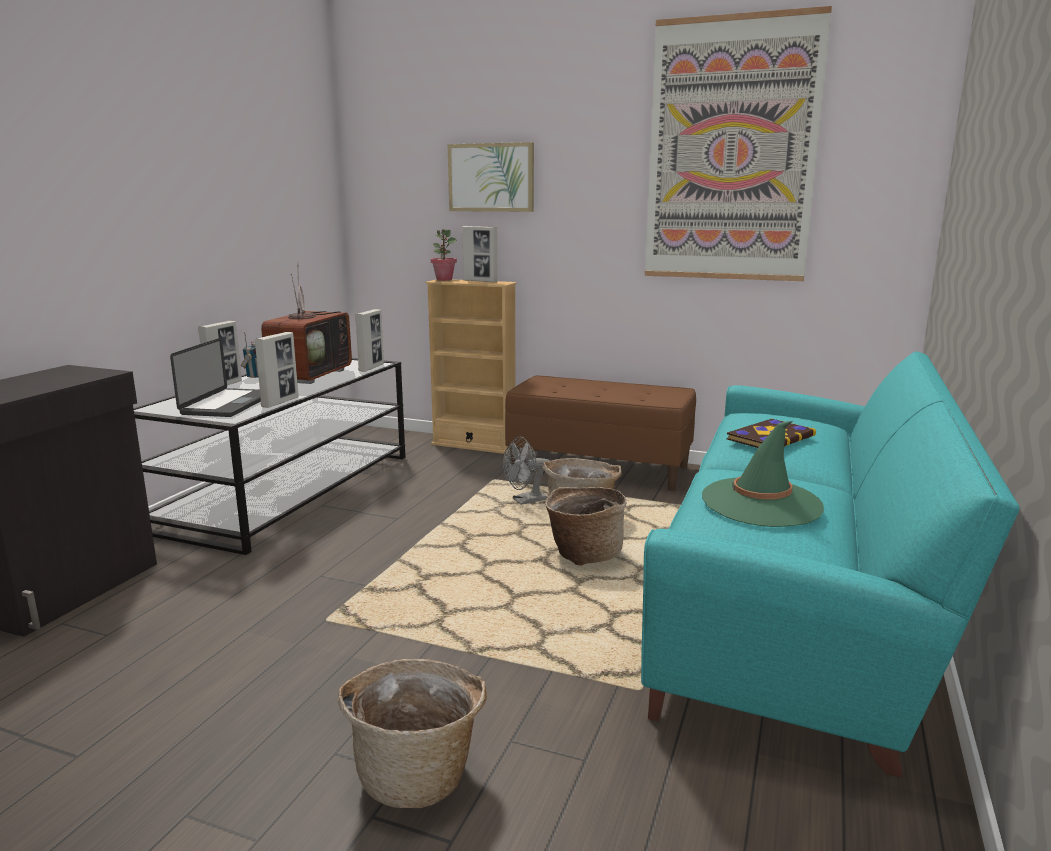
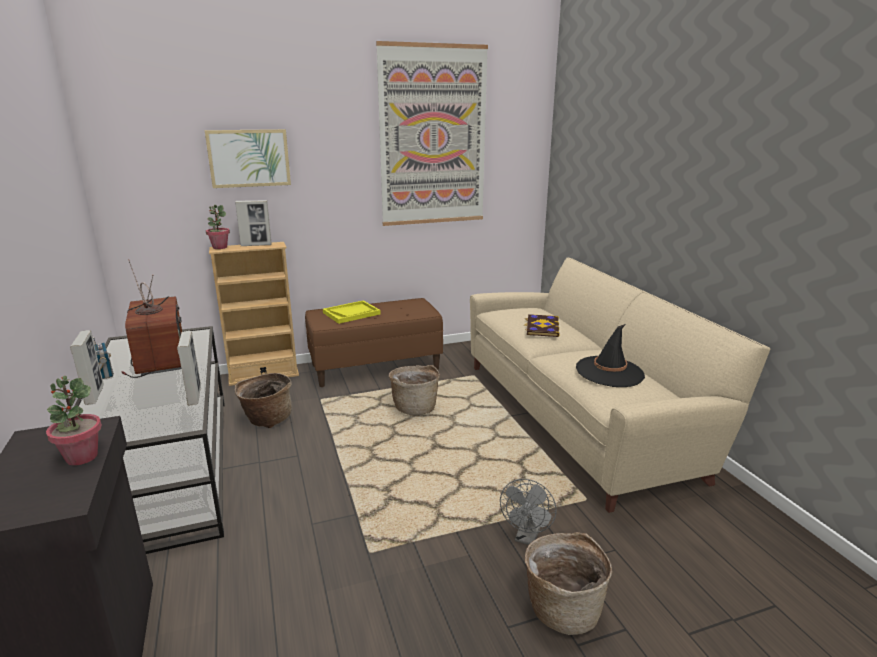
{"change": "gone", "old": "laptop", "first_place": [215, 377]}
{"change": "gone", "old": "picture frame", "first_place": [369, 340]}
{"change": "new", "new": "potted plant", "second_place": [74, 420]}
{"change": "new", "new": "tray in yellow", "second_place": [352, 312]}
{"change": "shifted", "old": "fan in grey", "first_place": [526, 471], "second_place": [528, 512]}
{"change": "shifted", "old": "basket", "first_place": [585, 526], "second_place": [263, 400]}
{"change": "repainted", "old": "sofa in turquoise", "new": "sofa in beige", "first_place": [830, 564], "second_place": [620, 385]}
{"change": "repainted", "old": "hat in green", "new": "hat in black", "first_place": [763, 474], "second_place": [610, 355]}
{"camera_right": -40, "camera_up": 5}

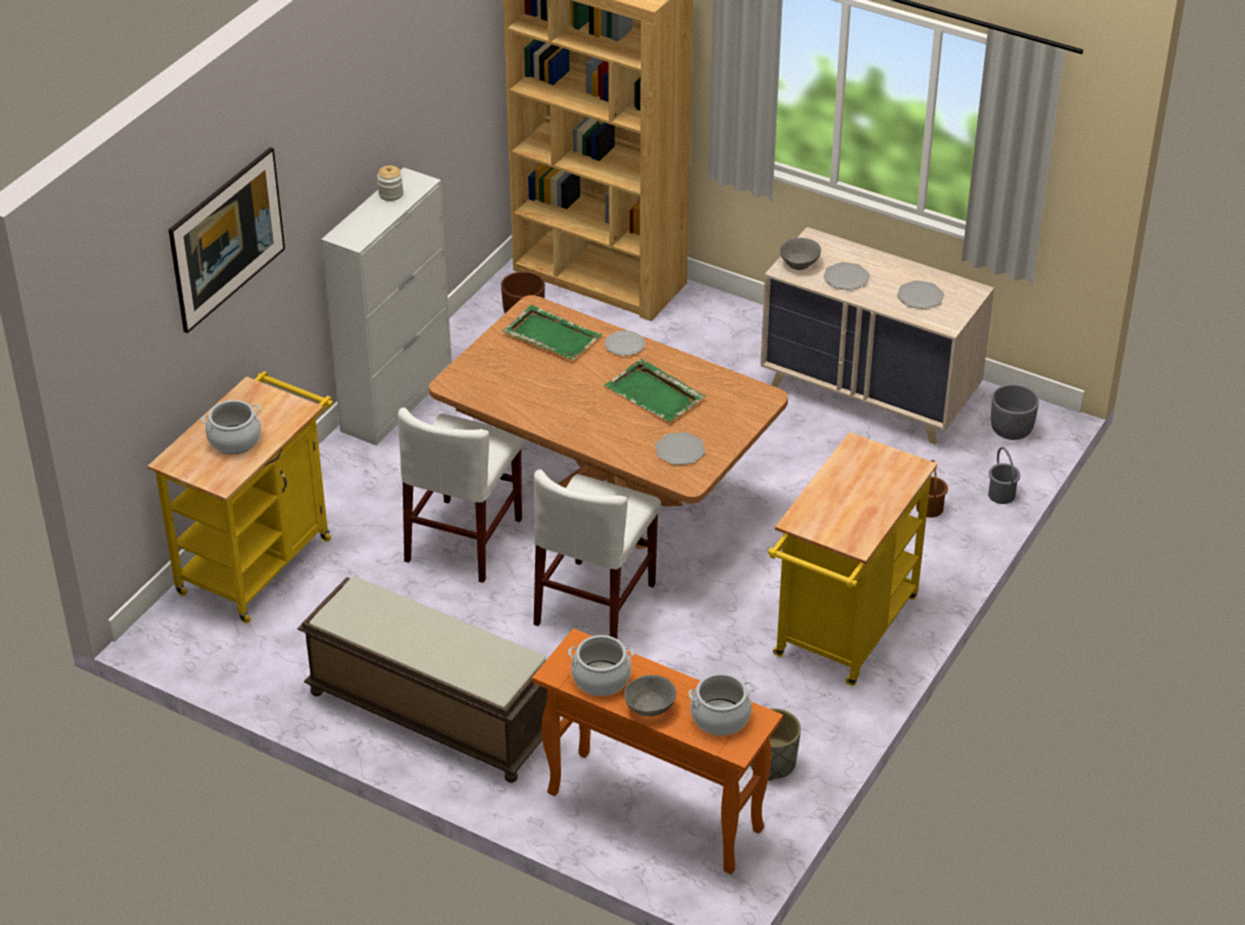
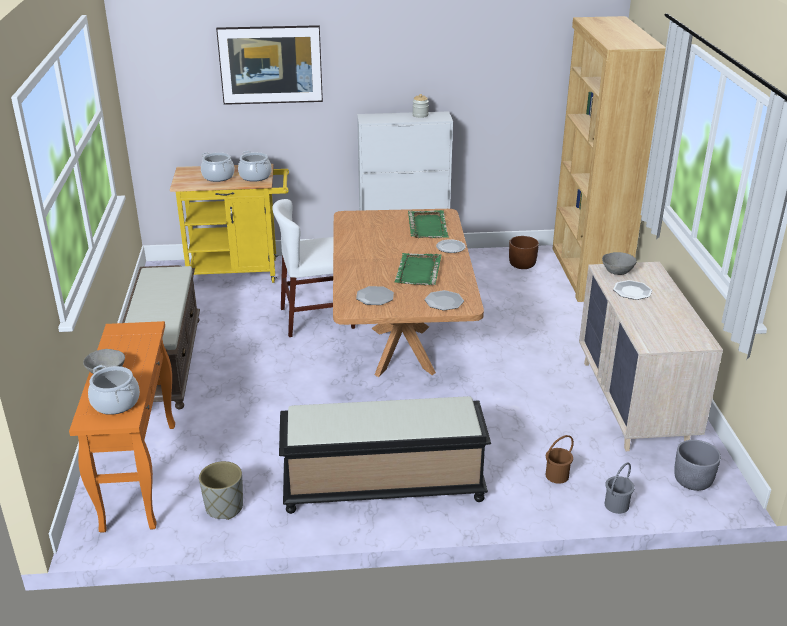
{"change": "gone", "old": "chair in white", "first_place": [597, 554]}
{"change": "shifted", "old": "cooking pot", "first_place": [601, 665], "second_place": [255, 166]}
{"change": "shifted", "old": "plate", "first_place": [920, 294], "second_place": [444, 300]}
{"change": "swapped", "old": "cart in yellow", "new": "bench in black", "first_place": [852, 559], "second_place": [385, 455]}
{"camera_right": 55, "camera_up": -10}

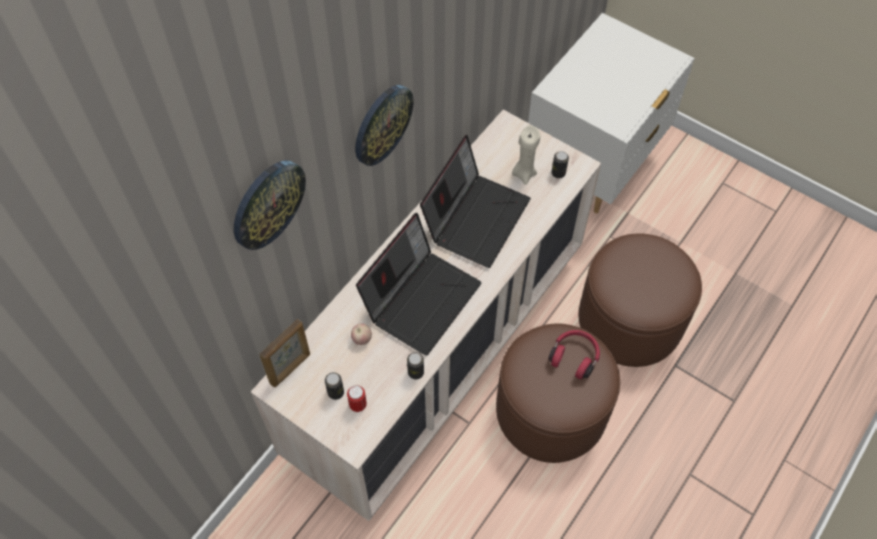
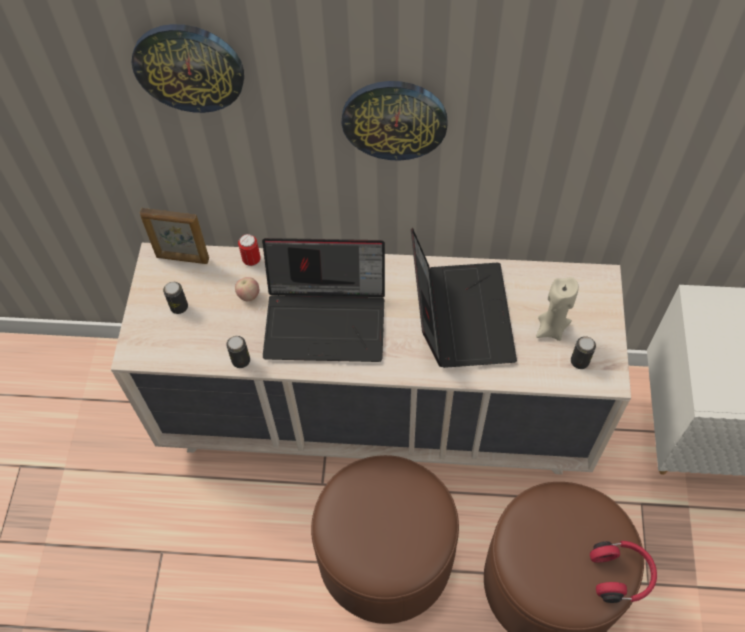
{"change": "shifted", "old": "can", "first_place": [357, 398], "second_place": [249, 250]}
{"change": "shifted", "old": "headphones in red", "first_place": [574, 354], "second_place": [623, 572]}
{"change": "rotated", "old": "laptop", "first_place": [475, 201], "second_place": [464, 298], "degrees": -90}
{"camera_right": 60, "camera_up": 0}

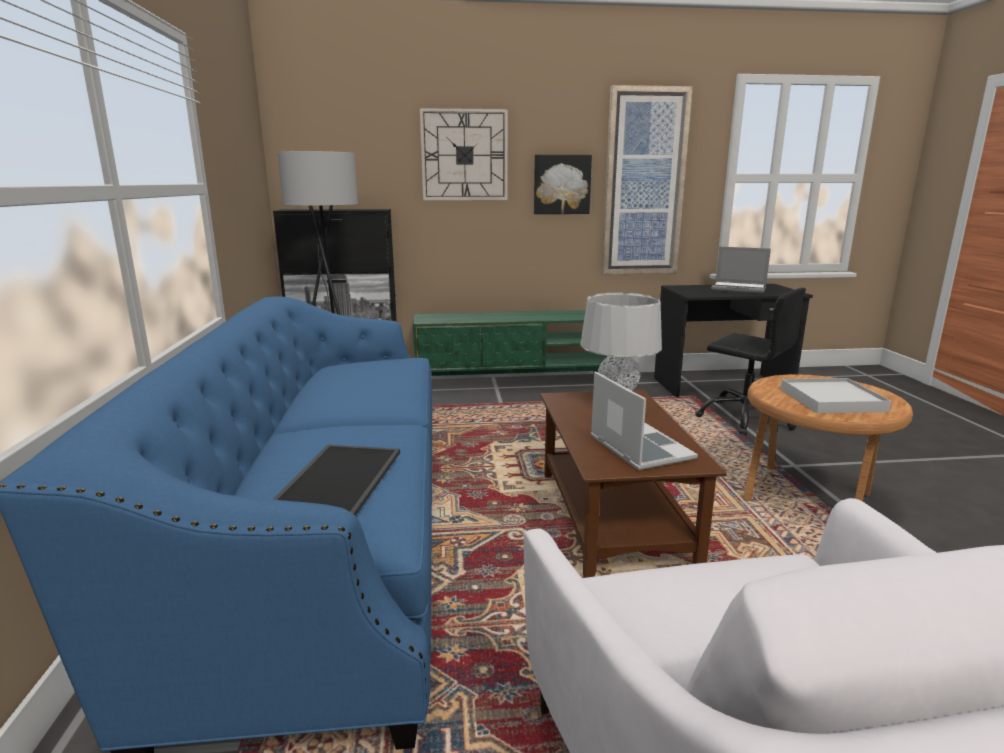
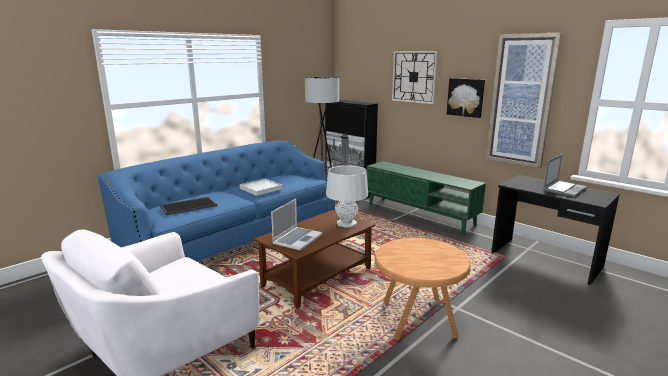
{"change": "gone", "old": "office chair in black", "first_place": [750, 361]}
{"change": "shifted", "old": "tray in white", "first_place": [836, 395], "second_place": [261, 187]}
{"change": "rotated", "old": "laptop", "first_place": [741, 270], "second_place": [565, 175], "degrees": -120}
{"camera_right": 50, "camera_up": 0}

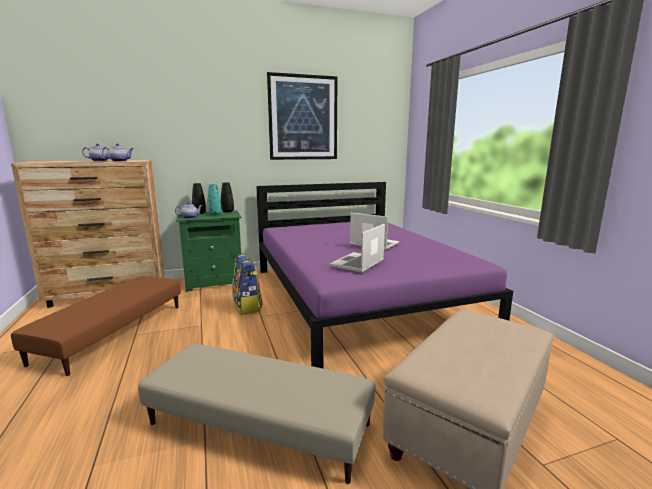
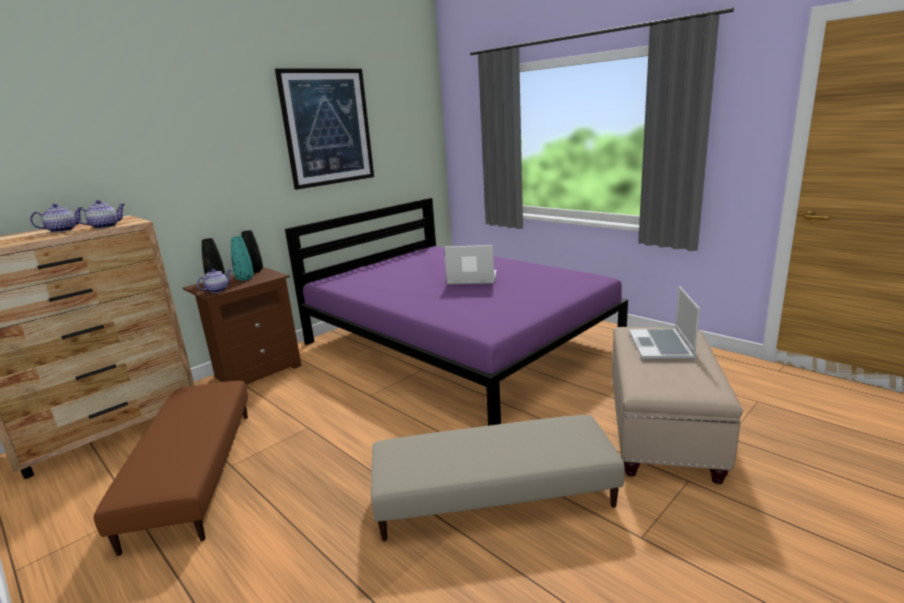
{"change": "gone", "old": "backpack", "first_place": [247, 284]}
{"change": "shifted", "old": "laptop", "first_place": [357, 248], "second_place": [664, 322]}
{"change": "repainted", "old": "nightstand in green", "new": "nightstand in brown", "first_place": [208, 251], "second_place": [242, 326]}
{"camera_right": -25, "camera_up": 5}

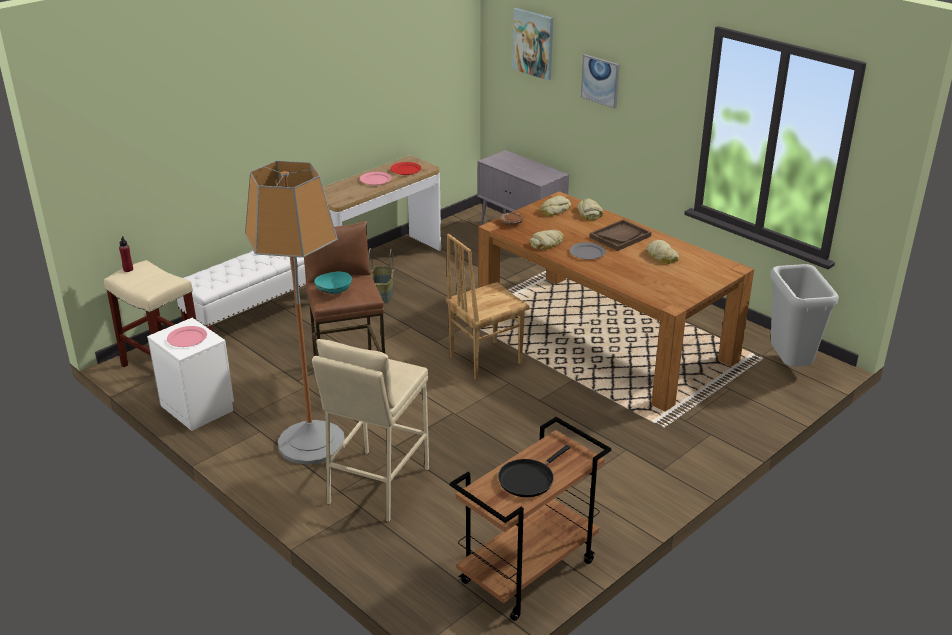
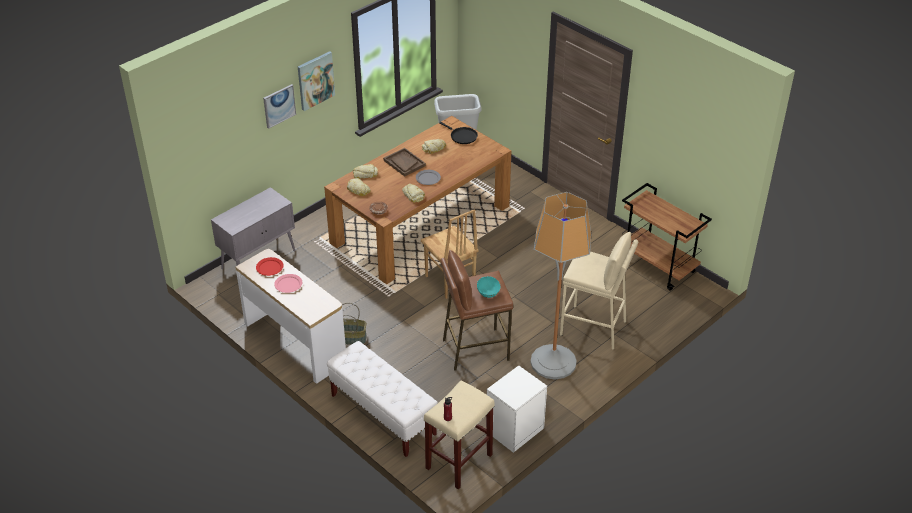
{"change": "gone", "old": "plate in pink", "first_place": [187, 336]}
{"change": "shifted", "old": "frying pan in black", "first_place": [534, 471], "second_place": [458, 133]}
{"change": "shifted", "old": "picture", "first_place": [532, 44], "second_place": [316, 81]}
{"camera_right": -90, "camera_up": 10}

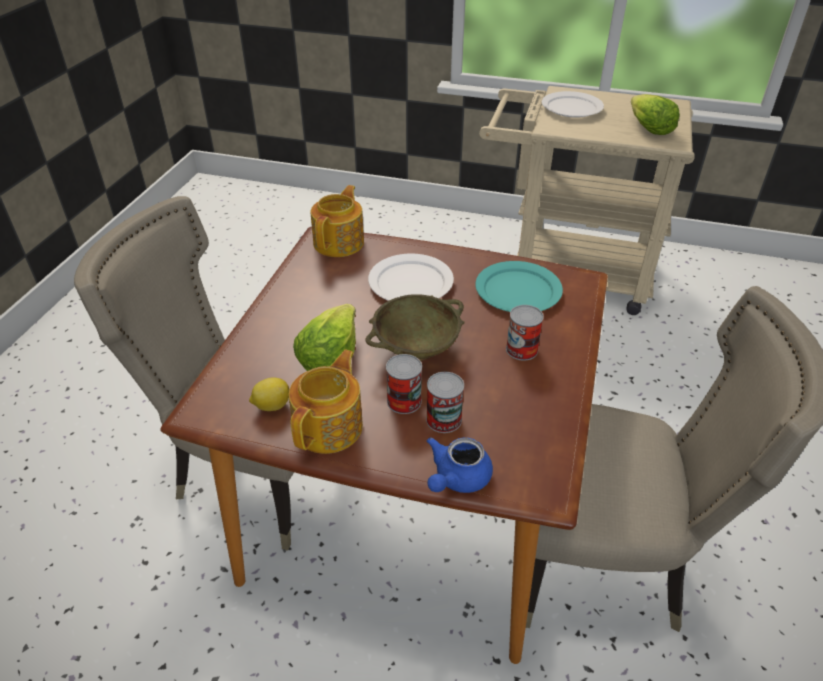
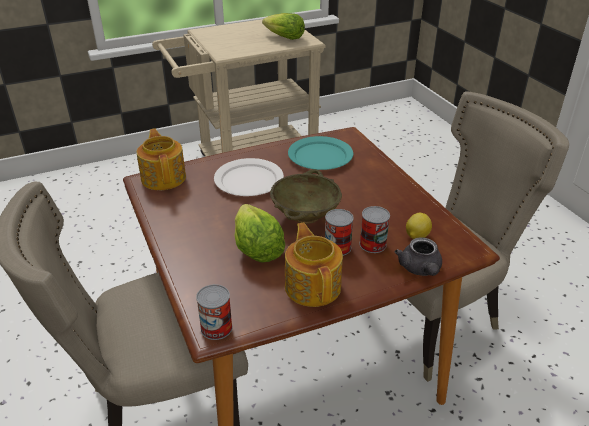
{"change": "gone", "old": "plate in white", "first_place": [573, 104]}
{"change": "shifted", "old": "lemon", "first_place": [269, 394], "second_place": [419, 226]}
{"change": "shifted", "old": "can", "first_place": [525, 333], "second_place": [214, 312]}
{"change": "repainted", "old": "teapot in blue", "new": "teapot in grey", "first_place": [460, 465], "second_place": [418, 256]}
{"camera_right": -40, "camera_up": -5}

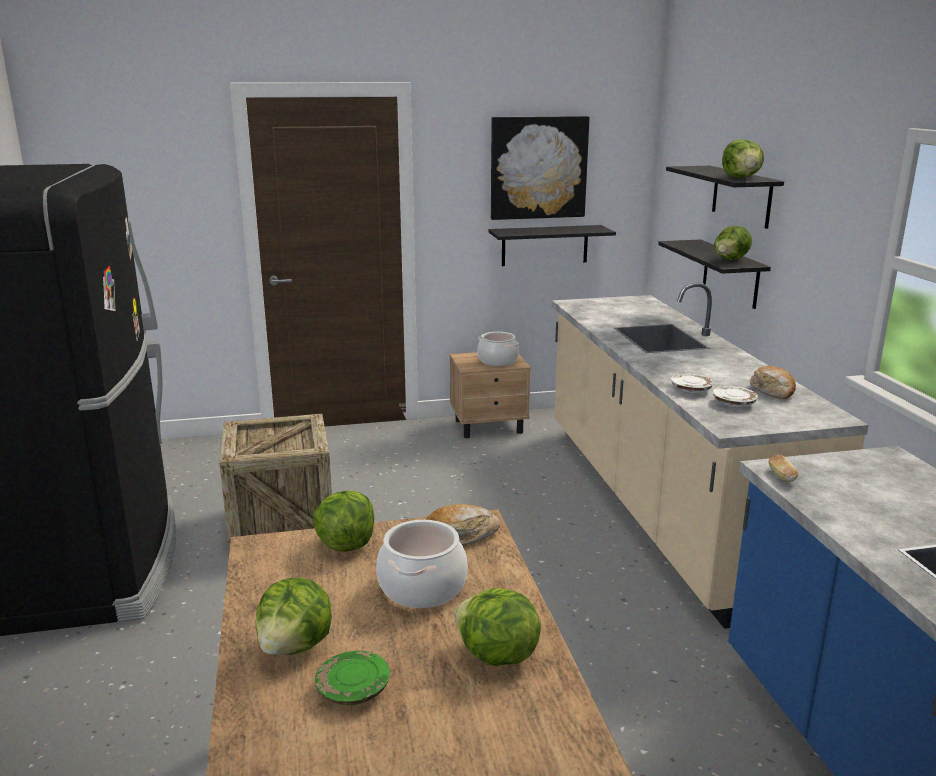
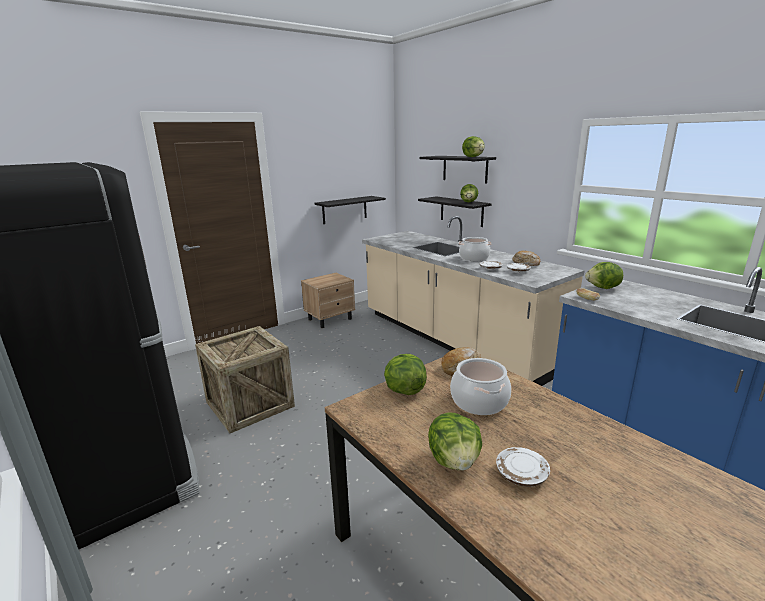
{"change": "gone", "old": "picture", "first_place": [540, 168]}
{"change": "shifted", "old": "lettuce", "first_place": [497, 627], "second_place": [604, 275]}
{"change": "shifted", "old": "cooking pot", "first_place": [498, 349], "second_place": [475, 249]}
{"change": "repainted", "old": "plate in green", "new": "plate in white", "first_place": [352, 678], "second_place": [523, 467]}
{"camera_right": -25, "camera_up": 0}

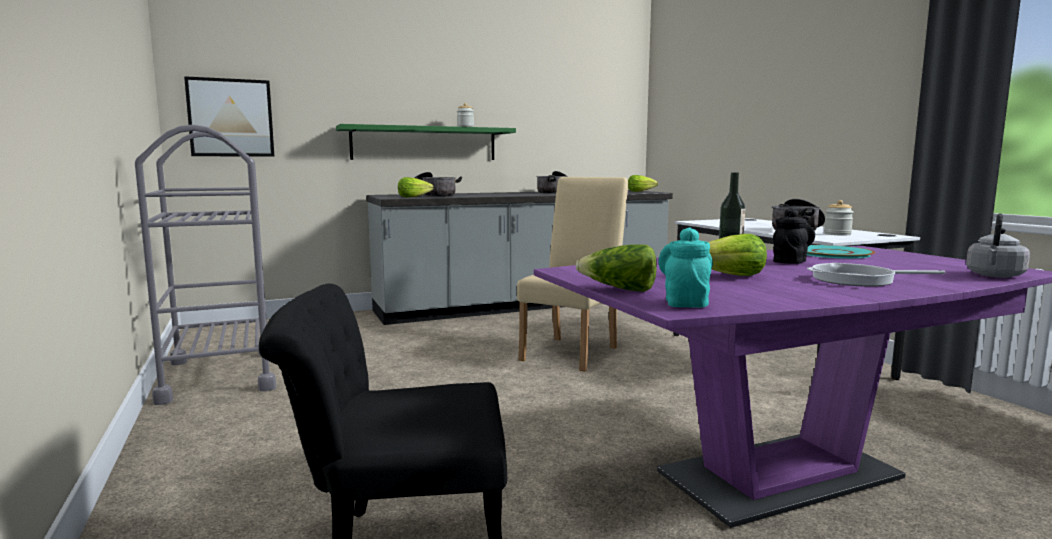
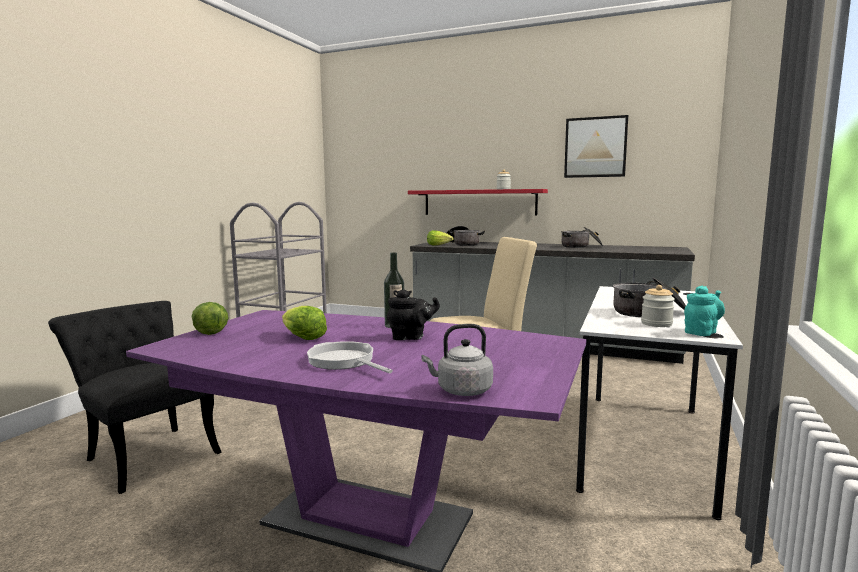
{"change": "gone", "old": "lettuce", "first_place": [643, 183]}
{"change": "gone", "old": "plate in turquoise", "first_place": [841, 252]}
{"change": "shifted", "old": "picture", "first_place": [229, 116], "second_place": [596, 146]}
{"change": "shifted", "old": "teapot in turquoise", "first_place": [686, 267], "second_place": [704, 311]}
{"change": "repainted", "old": "shelf in green", "new": "shelf in red", "first_place": [426, 142], "second_place": [478, 202]}
{"camera_right": 45, "camera_up": 0}

